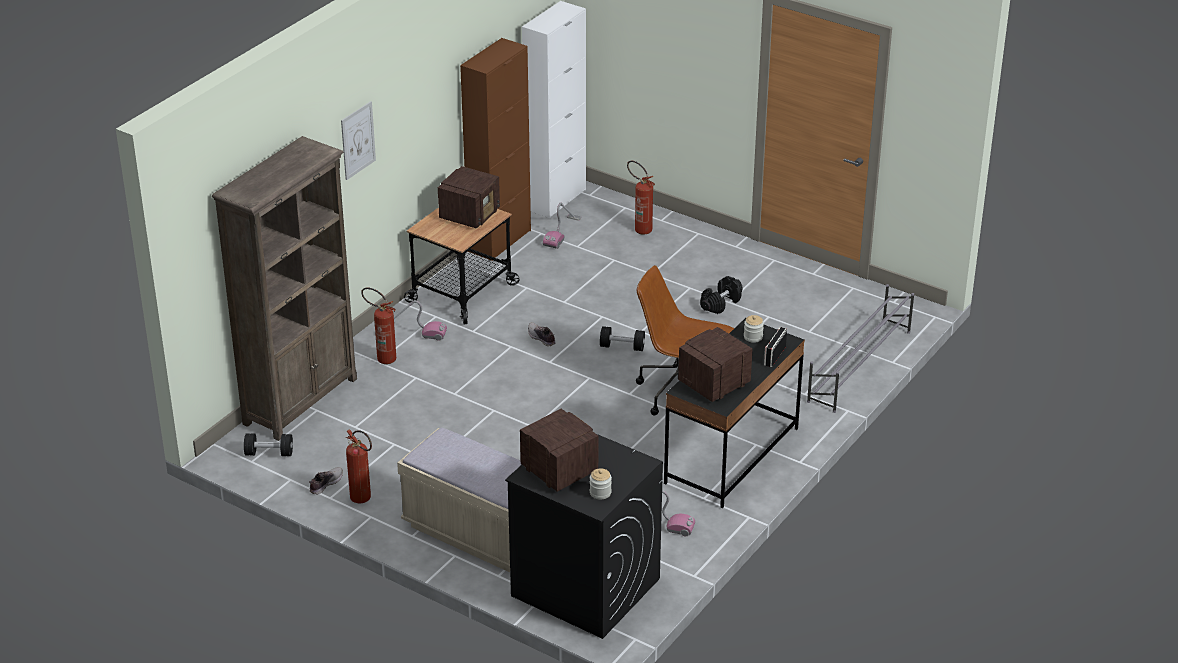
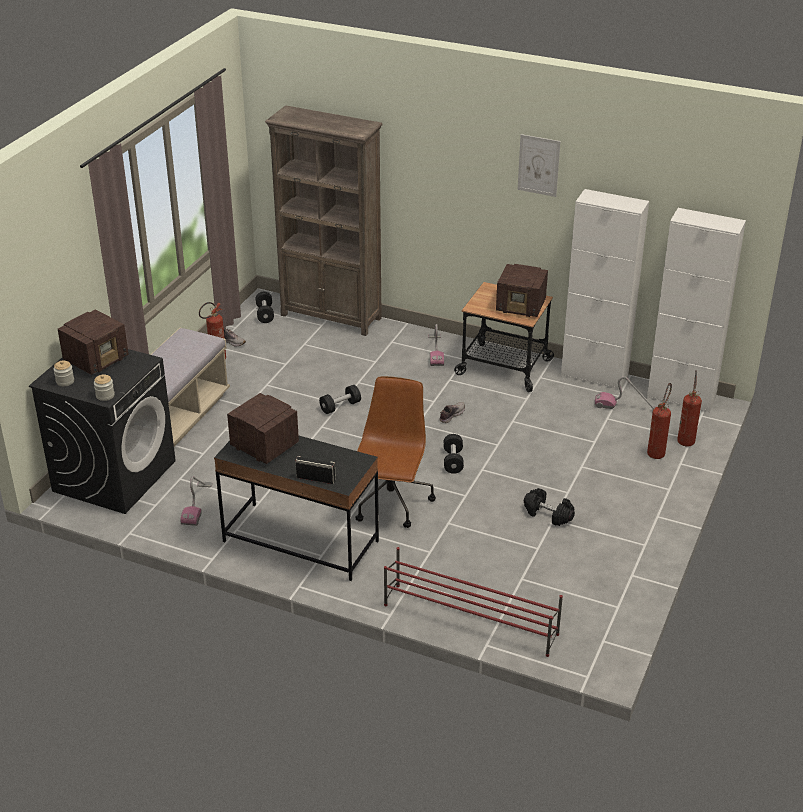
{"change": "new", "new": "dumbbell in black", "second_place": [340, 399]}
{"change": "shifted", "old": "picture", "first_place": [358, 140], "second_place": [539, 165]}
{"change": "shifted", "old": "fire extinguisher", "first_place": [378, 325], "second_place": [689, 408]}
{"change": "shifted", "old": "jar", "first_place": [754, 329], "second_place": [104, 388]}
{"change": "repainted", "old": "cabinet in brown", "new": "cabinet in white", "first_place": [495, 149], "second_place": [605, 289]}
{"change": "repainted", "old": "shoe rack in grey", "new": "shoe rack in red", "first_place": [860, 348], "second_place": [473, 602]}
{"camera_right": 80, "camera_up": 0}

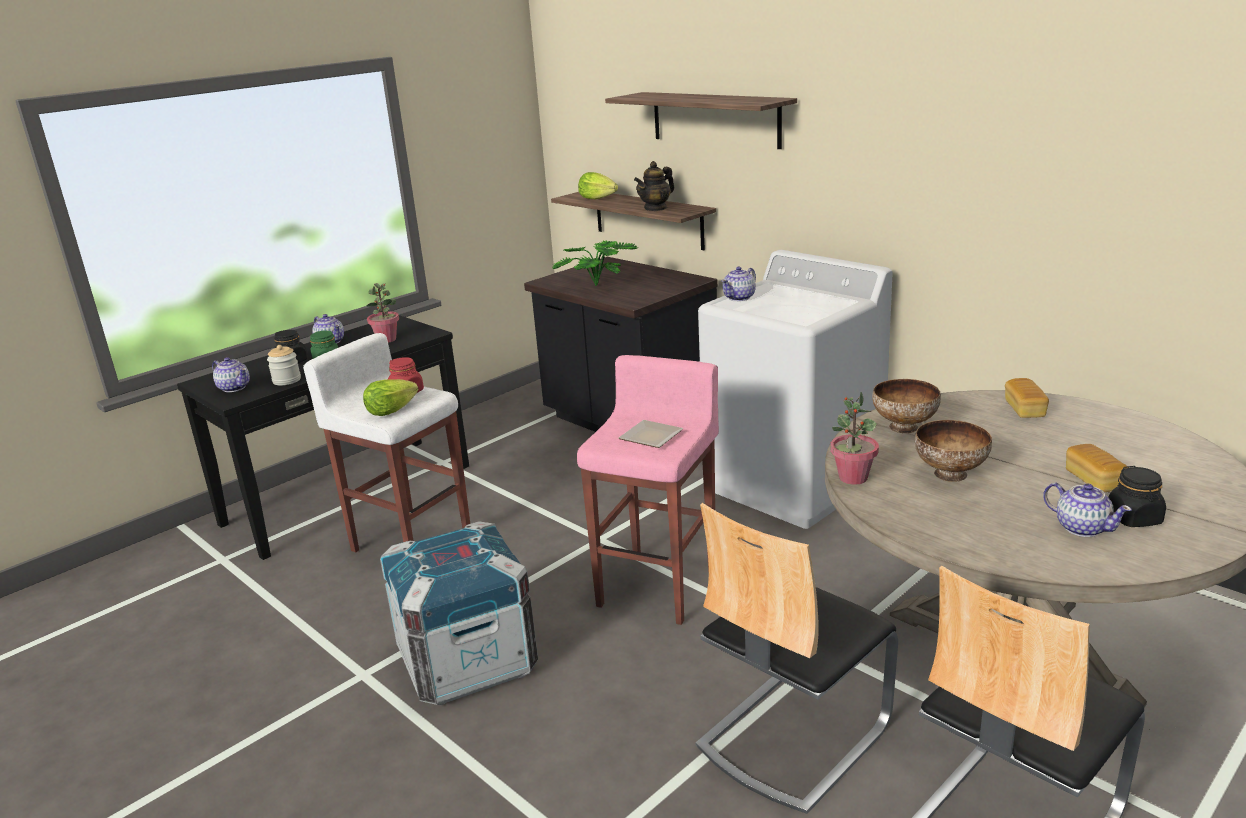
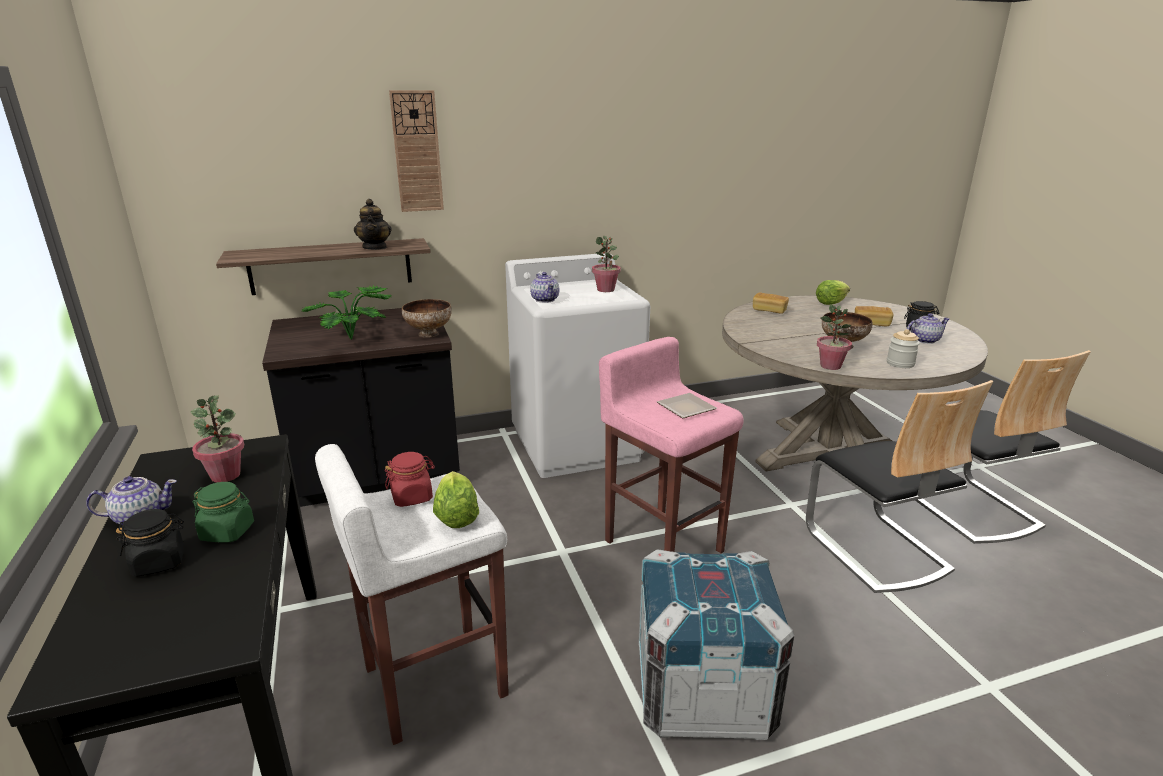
{"change": "gone", "old": "teapot", "first_place": [231, 374]}
{"change": "new", "new": "potted plant", "second_place": [606, 264]}
{"change": "shifted", "old": "jar", "first_place": [284, 365], "second_place": [903, 348]}
{"change": "shifted", "old": "lettuce", "first_place": [598, 186], "second_place": [833, 292]}
{"change": "shifted", "old": "bowl", "first_place": [906, 406], "second_place": [427, 318]}
{"change": "swapped", "old": "shelf", "new": "wall clock", "first_place": [701, 120], "second_place": [416, 151]}
{"camera_right": -65, "camera_up": 0}

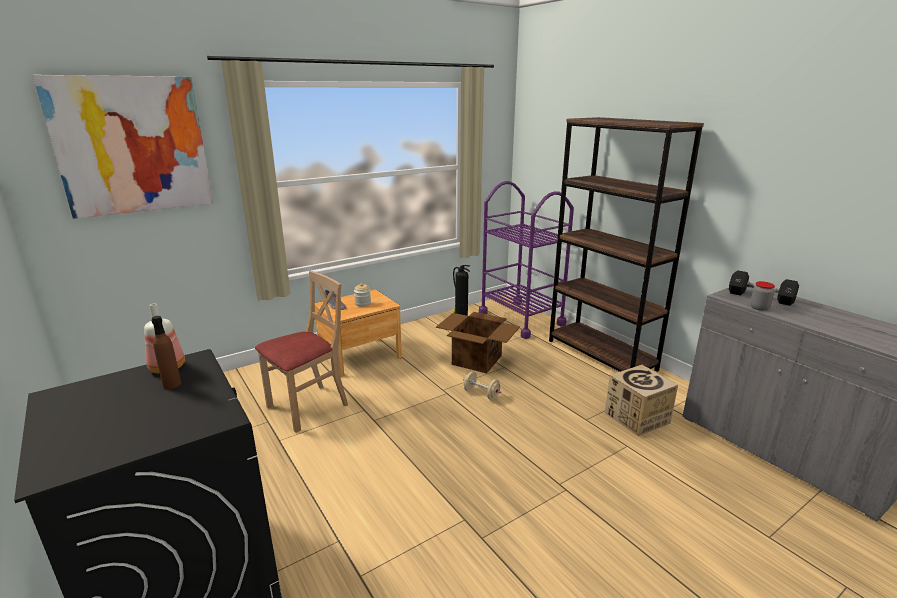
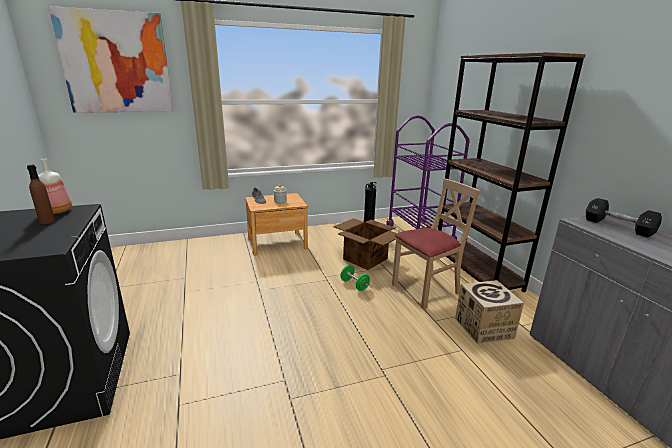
{"change": "gone", "old": "jar", "first_place": [762, 296]}
{"change": "shifted", "old": "chair in beige", "first_place": [301, 352], "second_place": [436, 243]}
{"change": "repainted", "old": "dumbbell in beige", "new": "dumbbell in green", "first_place": [482, 385], "second_place": [355, 278]}
{"camera_right": 15, "camera_up": 0}

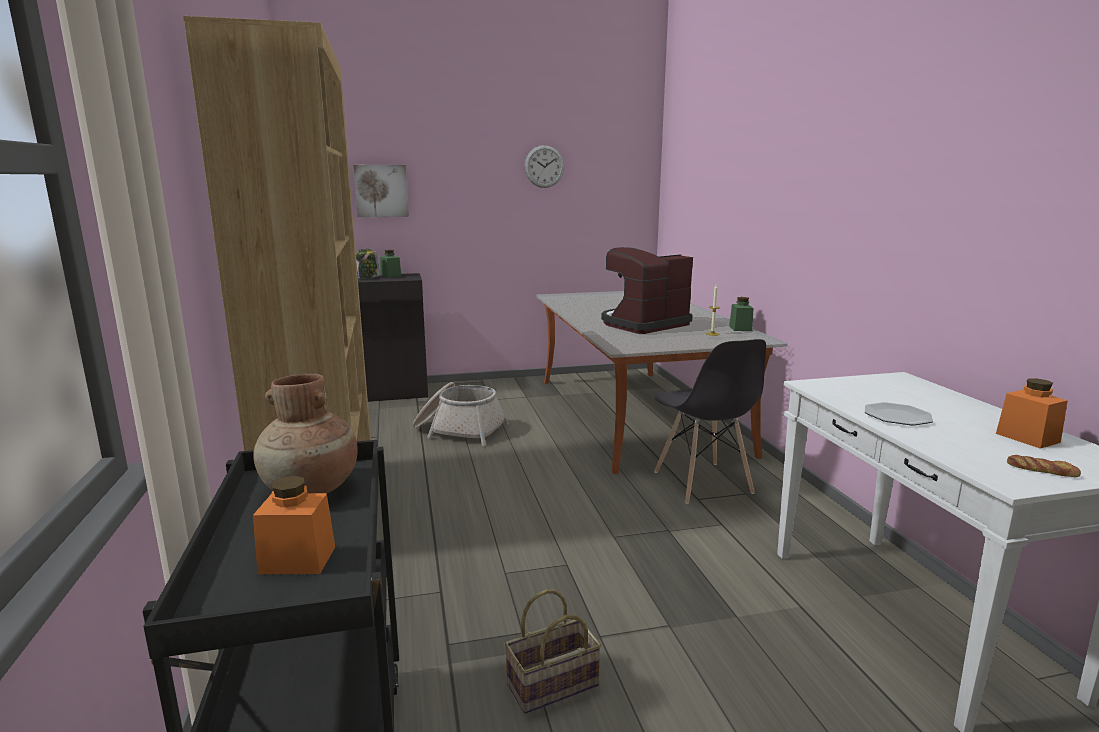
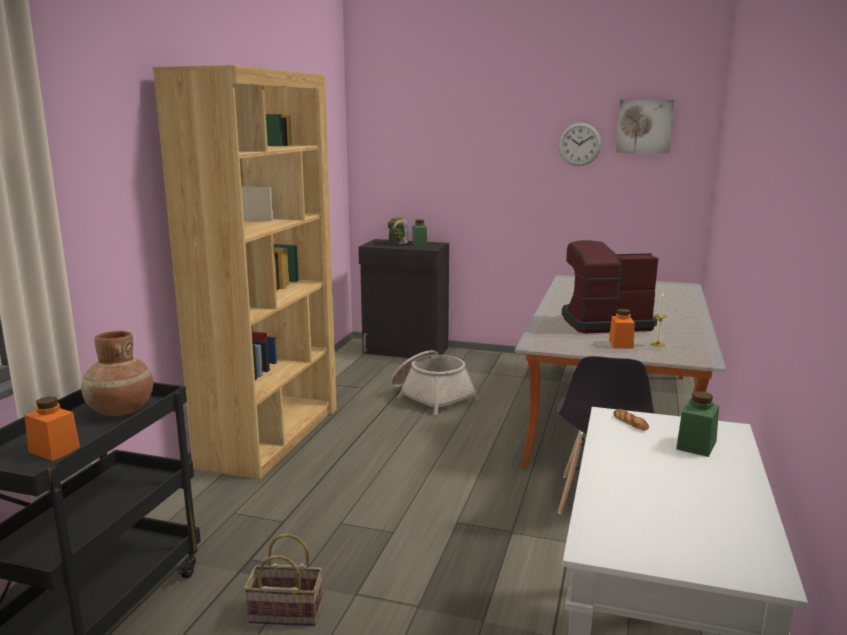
{"change": "gone", "old": "plate", "first_place": [899, 414]}
{"change": "shifted", "old": "picture", "first_place": [381, 191], "second_place": [645, 126]}
{"change": "shifted", "old": "jar in green", "first_place": [741, 314], "second_place": [697, 424]}
{"change": "shifted", "old": "jar in orange", "first_place": [1032, 413], "second_place": [622, 329]}
{"change": "shifted", "old": "bread", "first_place": [1044, 466], "second_place": [631, 420]}
{"camera_right": 30, "camera_up": 0}

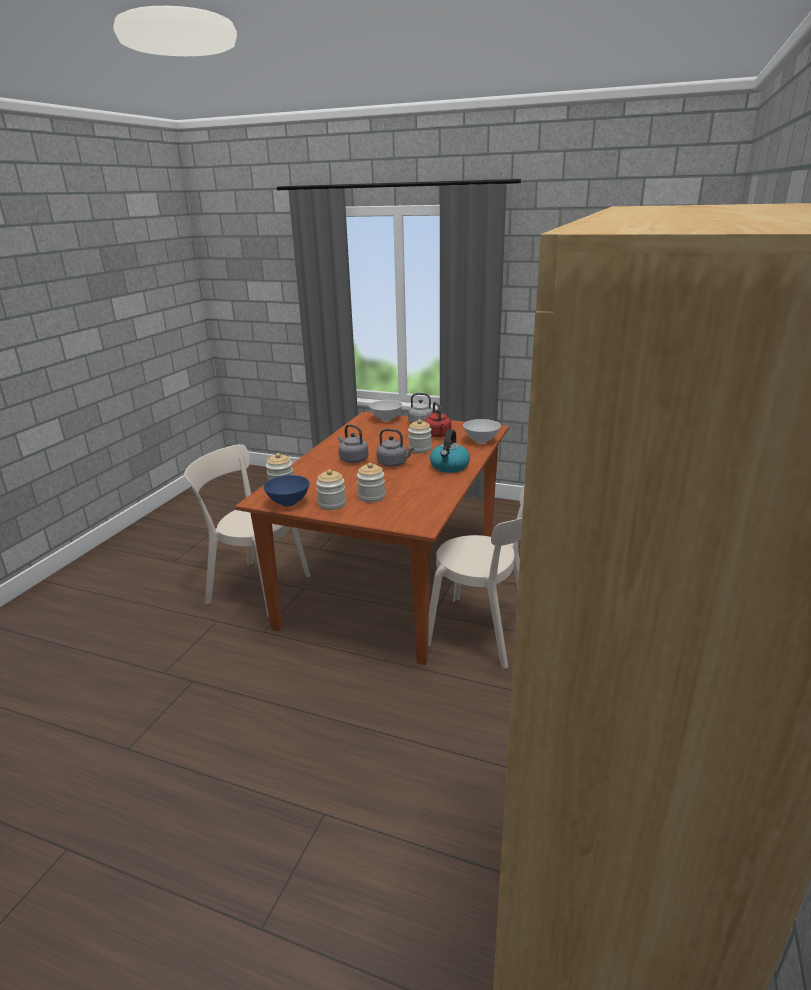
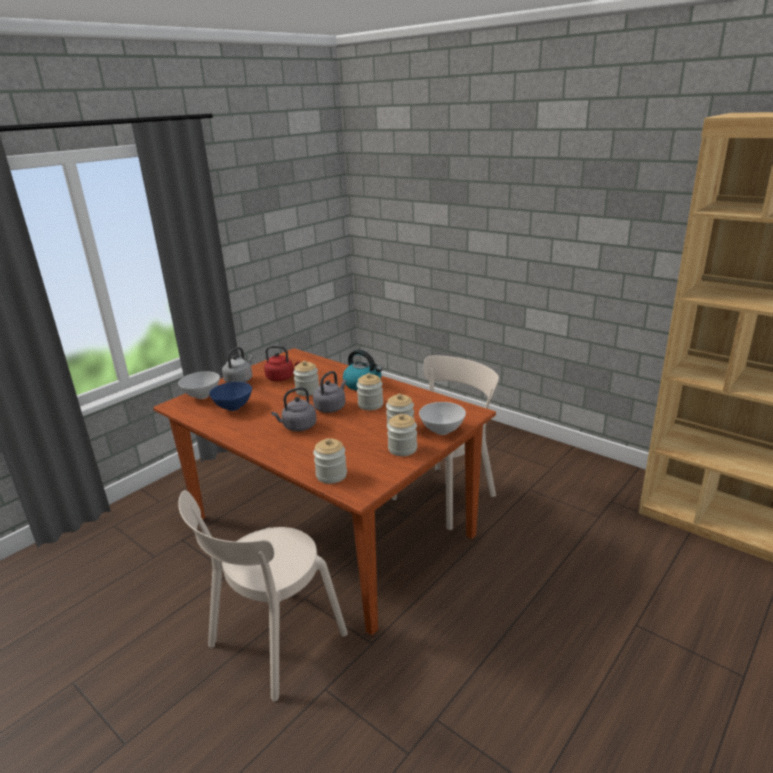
{"change": "new", "new": "jar", "second_place": [370, 391]}
{"change": "shifted", "old": "bowl in blue", "first_place": [286, 491], "second_place": [230, 396]}
{"change": "shifted", "old": "bowl in white", "first_place": [482, 431], "second_place": [442, 418]}
{"camera_right": -70, "camera_up": 0}

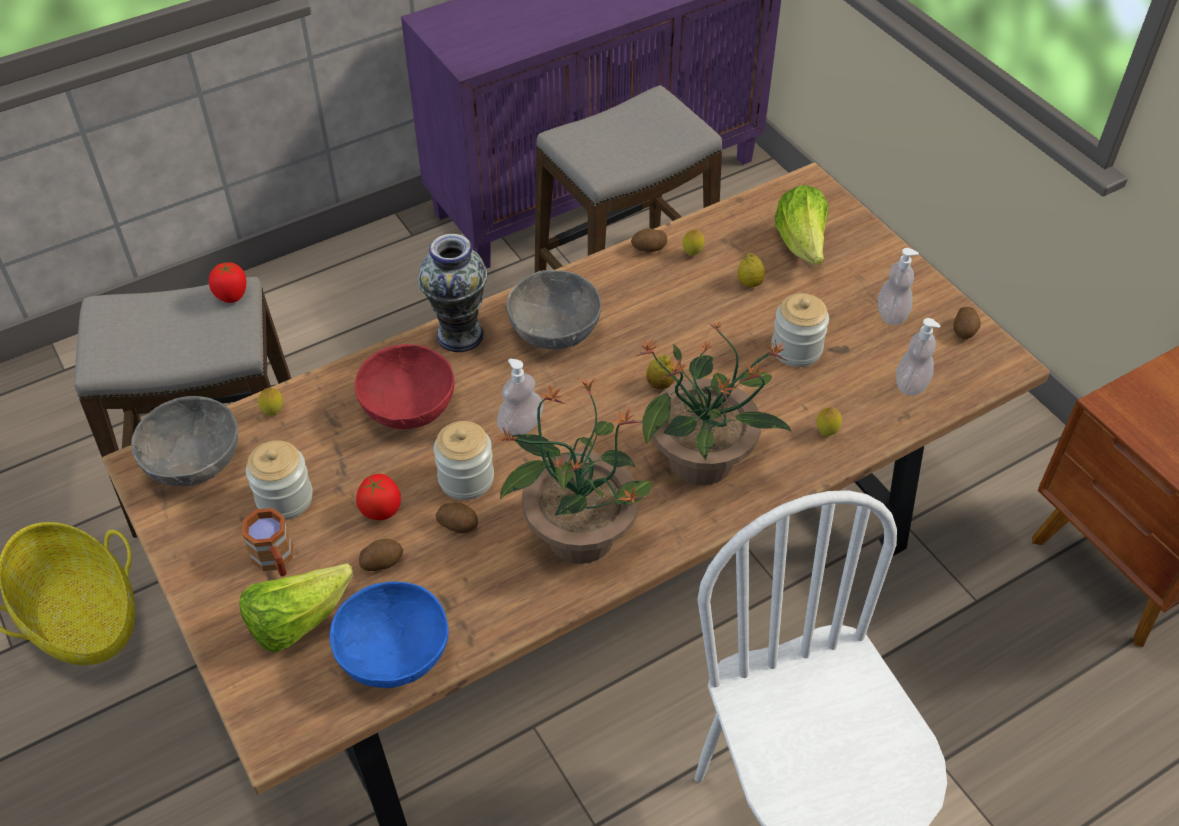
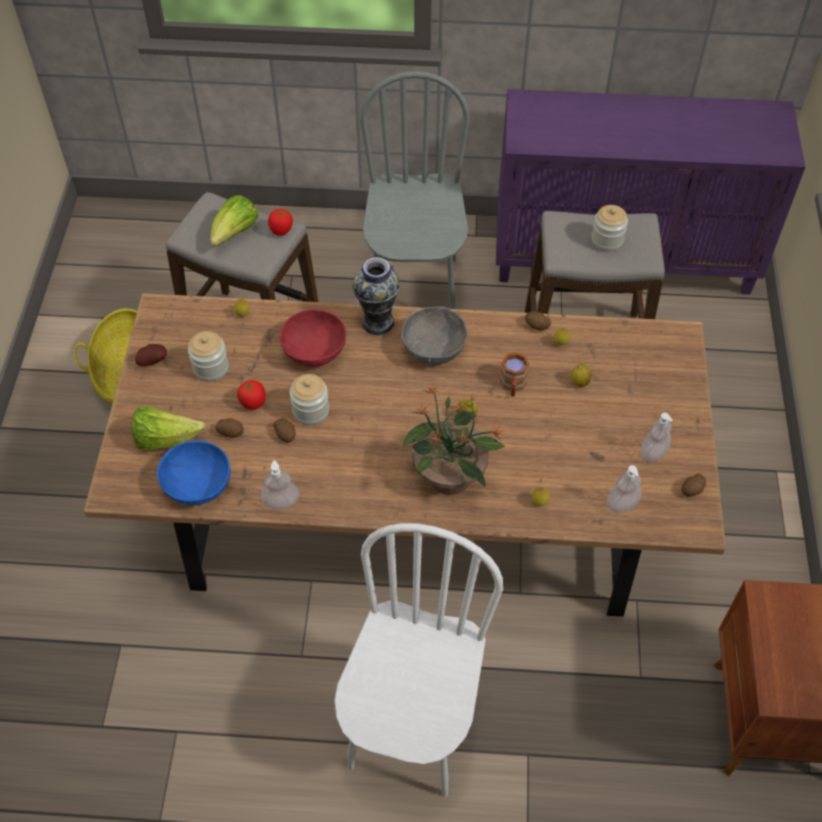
{"change": "gone", "old": "bowl in grey", "first_place": [184, 441]}
{"change": "gone", "old": "potted plant", "first_place": [574, 471]}
{"change": "new", "new": "potato", "second_place": [151, 355]}
{"change": "new", "new": "chair in grey", "second_place": [415, 190]}
{"change": "shifted", "old": "mug in brown", "first_place": [267, 542], "second_place": [514, 374]}
{"change": "shifted", "old": "soap dispenser", "first_place": [520, 398], "second_place": [280, 485]}
{"change": "shifted", "old": "jar", "first_place": [800, 330], "second_place": [609, 228]}
{"change": "shifted", "old": "lettuce", "first_place": [801, 225], "second_place": [234, 221]}
{"camera_right": 35, "camera_up": 5}

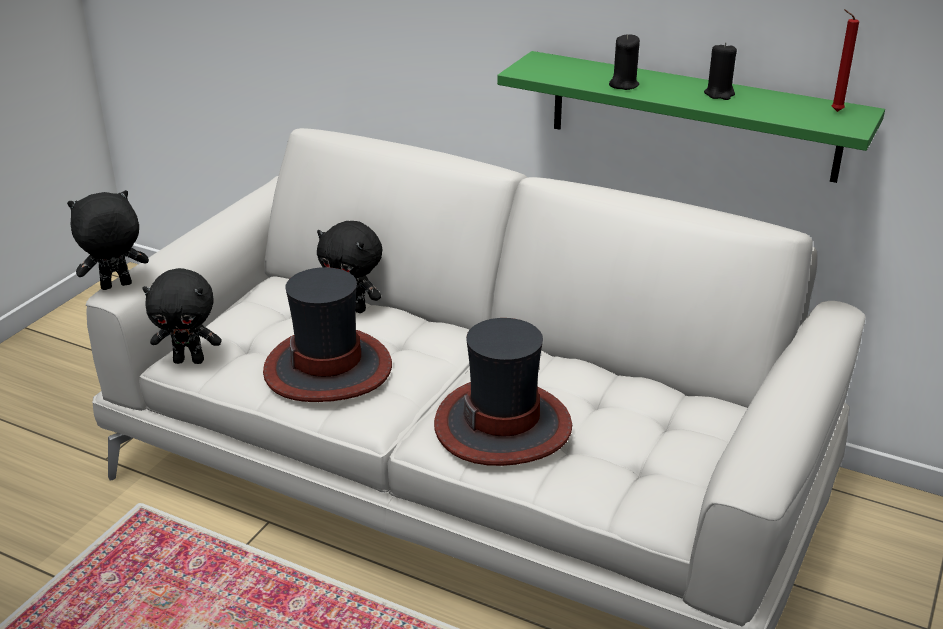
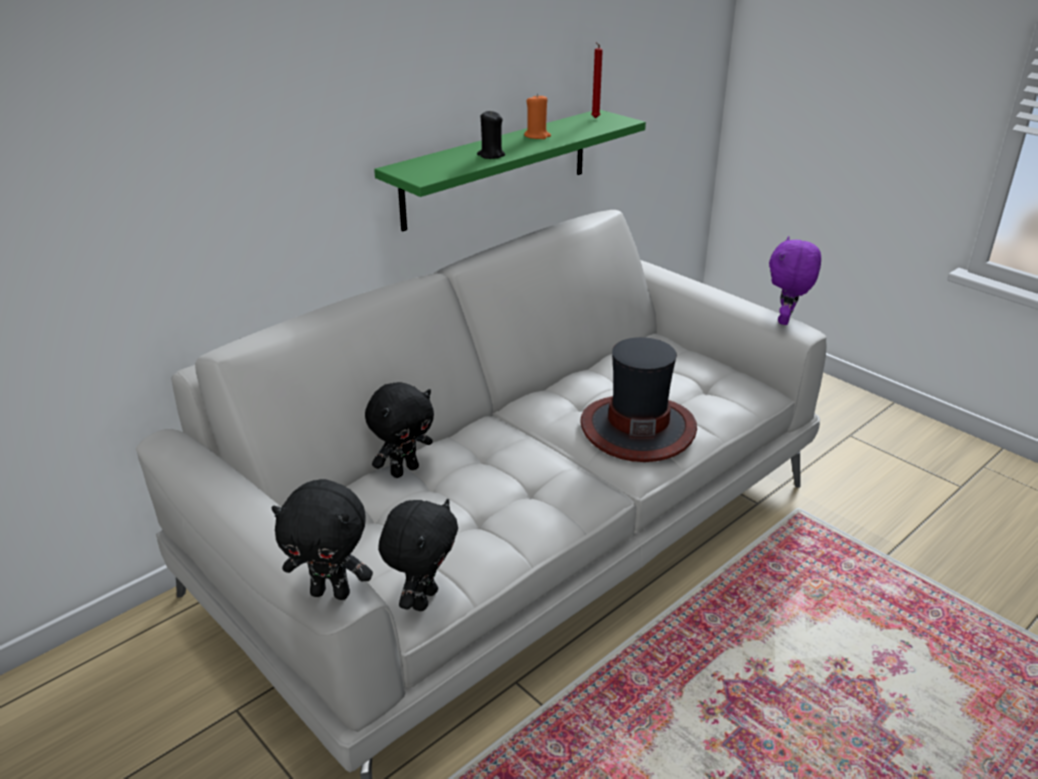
{"change": "gone", "old": "hat", "first_place": [327, 334]}
{"change": "new", "new": "plush toy in purple", "second_place": [795, 280]}
{"change": "repainted", "old": "candle in black", "new": "candle in orange", "first_place": [720, 71], "second_place": [537, 116]}
{"change": "rotated", "old": "plush toy in black", "first_place": [108, 240], "second_place": [322, 539], "degrees": -75}
{"camera_right": -70, "camera_up": 0}

